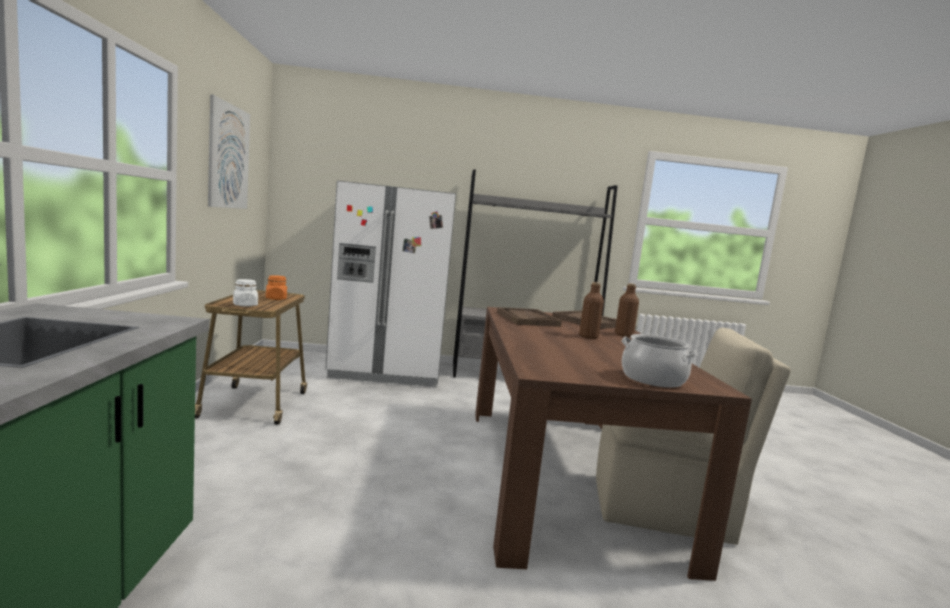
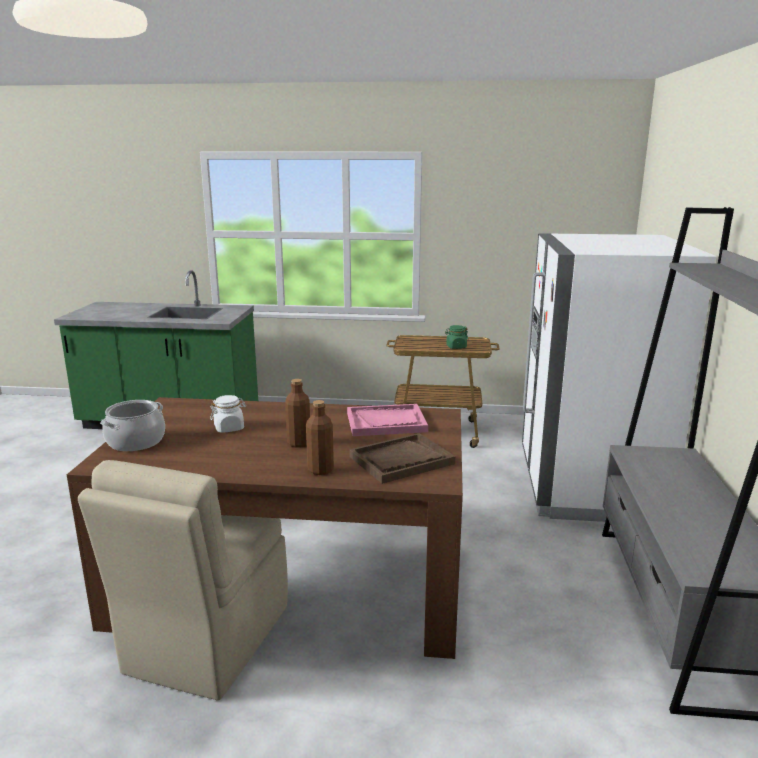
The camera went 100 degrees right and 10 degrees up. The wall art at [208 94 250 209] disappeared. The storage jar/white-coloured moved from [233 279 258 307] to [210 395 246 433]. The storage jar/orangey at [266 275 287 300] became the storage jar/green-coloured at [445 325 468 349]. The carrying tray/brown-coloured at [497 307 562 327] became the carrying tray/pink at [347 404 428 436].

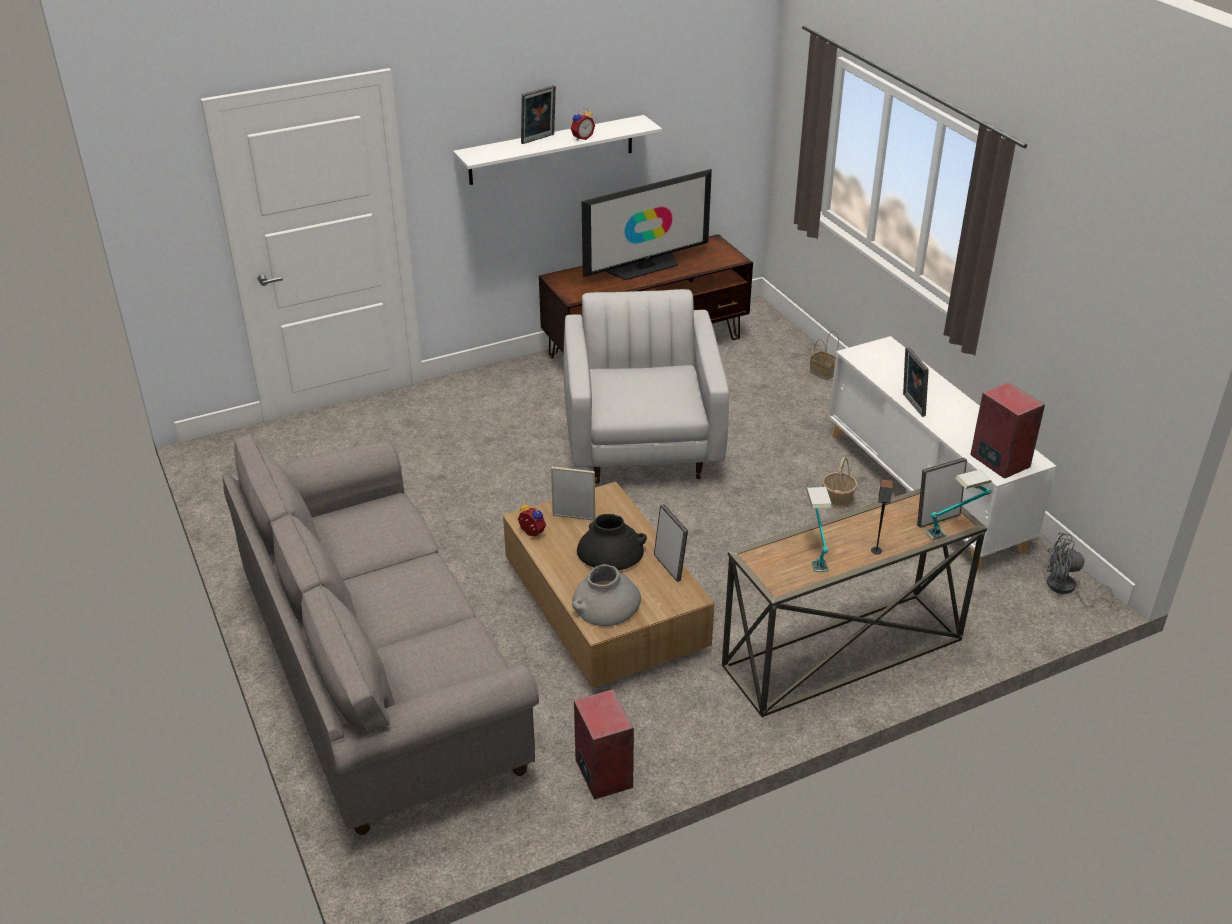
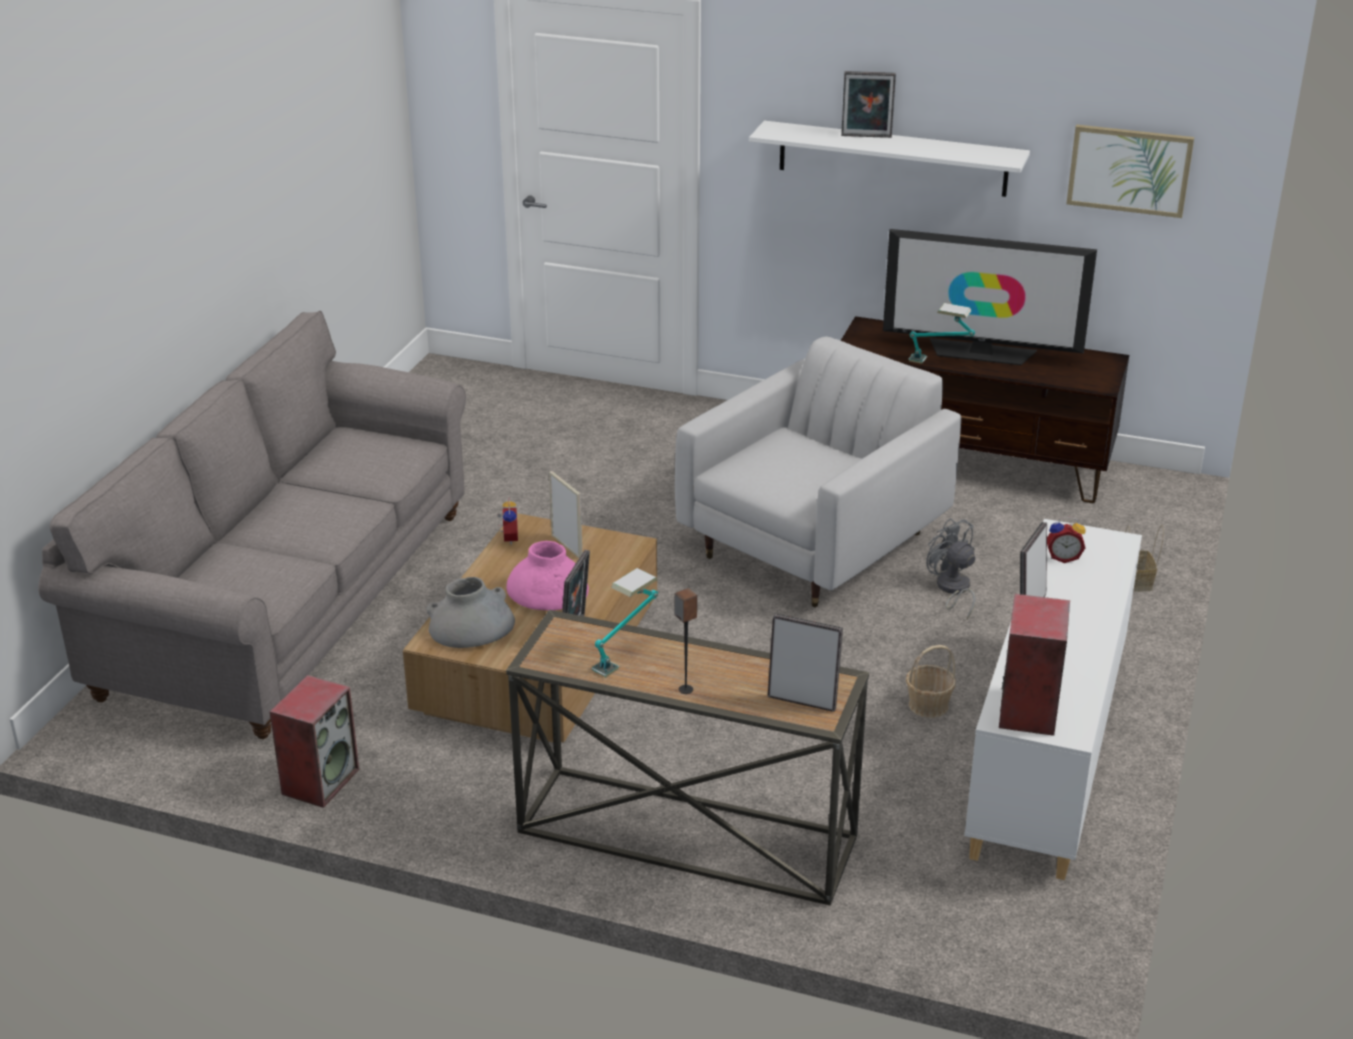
The camera went 45 degrees right and 5 degrees down. The wall art at [1067 125 1194 218] appeared. The alarm clock moved from [571 107 595 141] to [1047 517 1086 563]. The table lamp moved from [926 469 992 540] to [909 303 975 364]. The electric fan/gray moved from [1047 533 1114 607] to [926 518 975 619]. The flower vase/black-coloured at [577 514 647 570] became the flower vase/pink at [507 541 589 610].

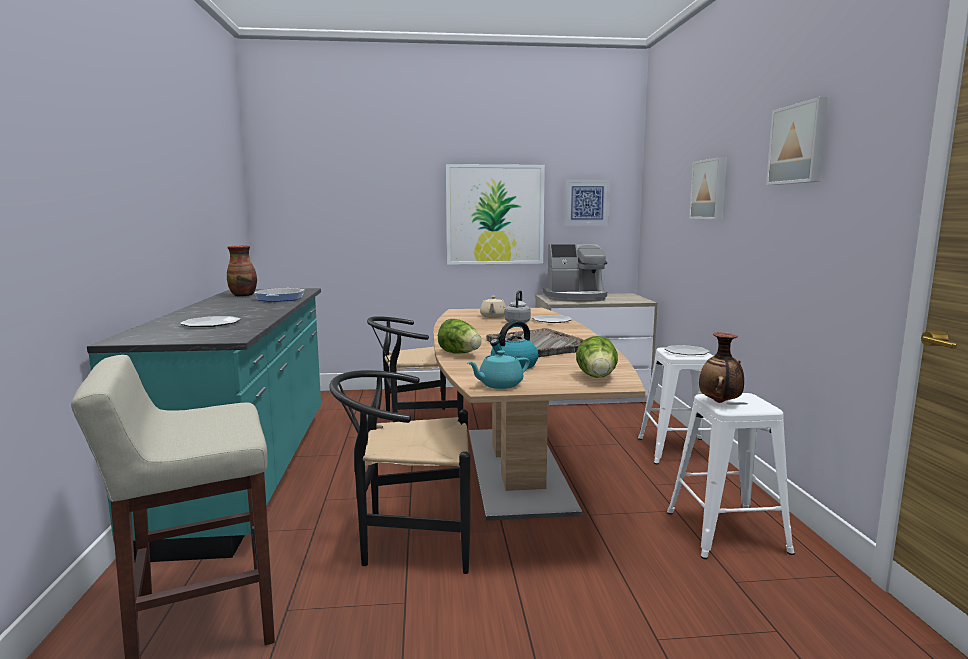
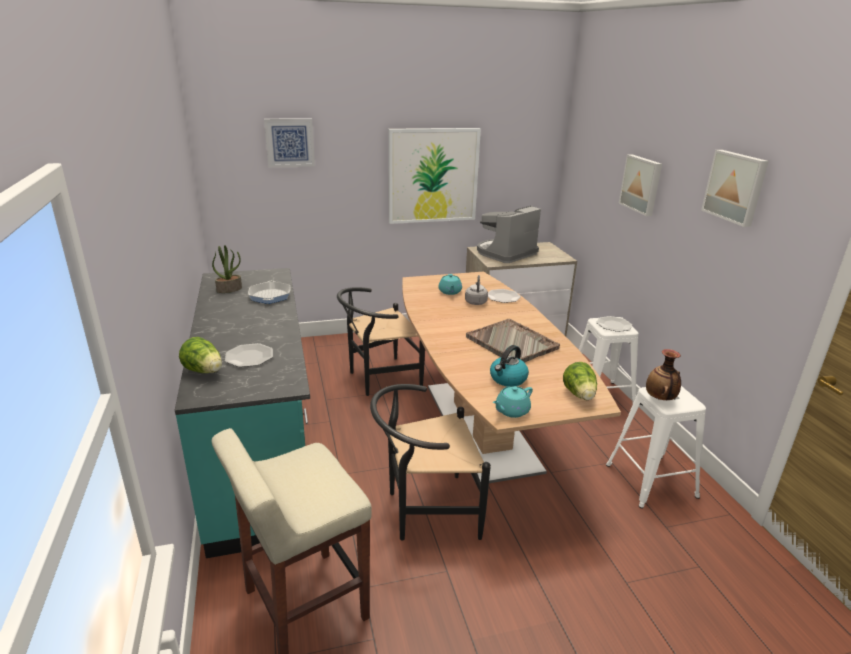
The camera went 10 degrees left and 15 degrees up. The lettuce head moved from [438 319 482 354] to [179 337 222 373]. The wall art moved from [564 180 610 226] to [264 118 315 168]. The flower vase at [227 245 257 296] was replaced by the potted plant at [212 245 242 293]. The teapot/sand-coloured at [480 296 506 318] became the teapot/turquoise-coloured at [438 274 462 295]. The coffee machine at [543 244 607 302] turned 150 degrees clockwise.

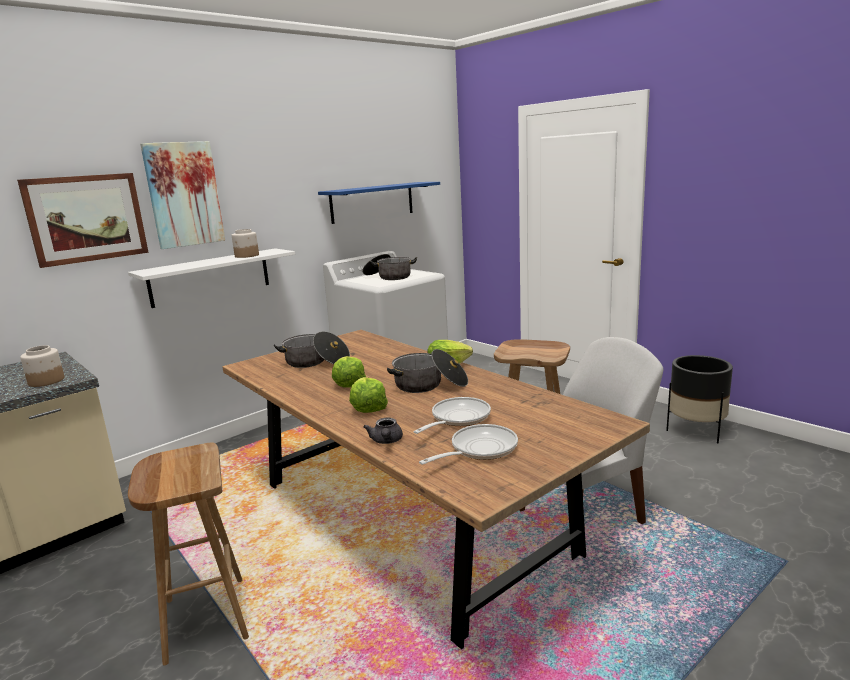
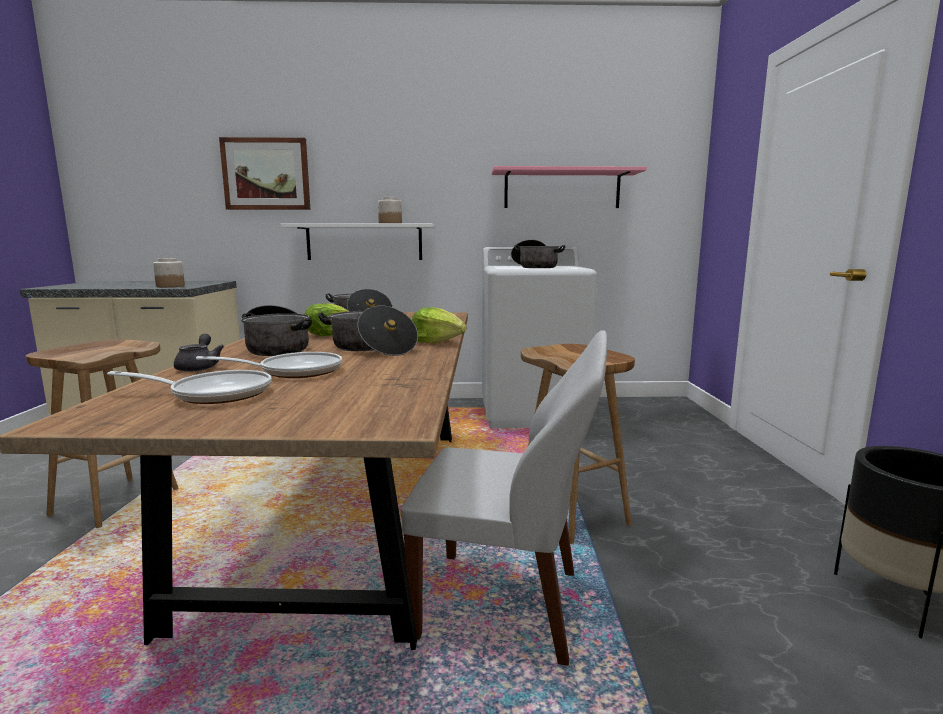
The camera went 40 degrees right and 5 degrees down. The wall art at [140 141 225 249] disappeared. The lettuce head at [349 377 388 413] was replaced by the cooking pot at [241 305 312 356]. The shelf/bluish at [318 182 440 224] became the shelf/pink at [492 166 647 208]. The teapot/gray at [364 418 403 444] turned 135 degrees clockwise.

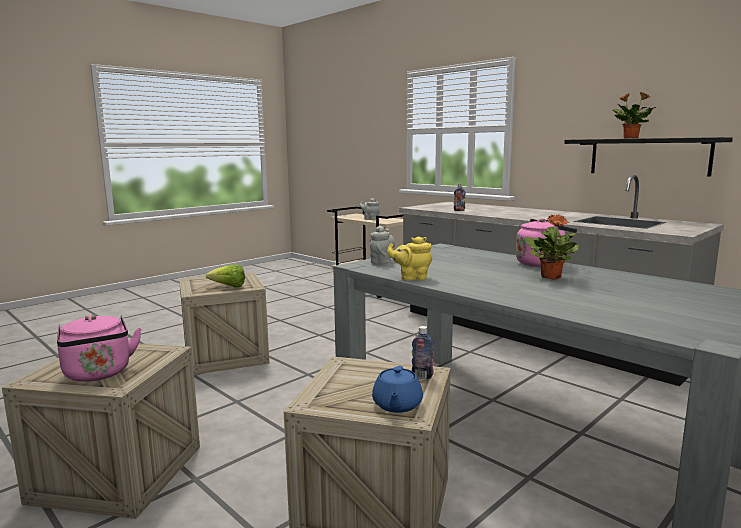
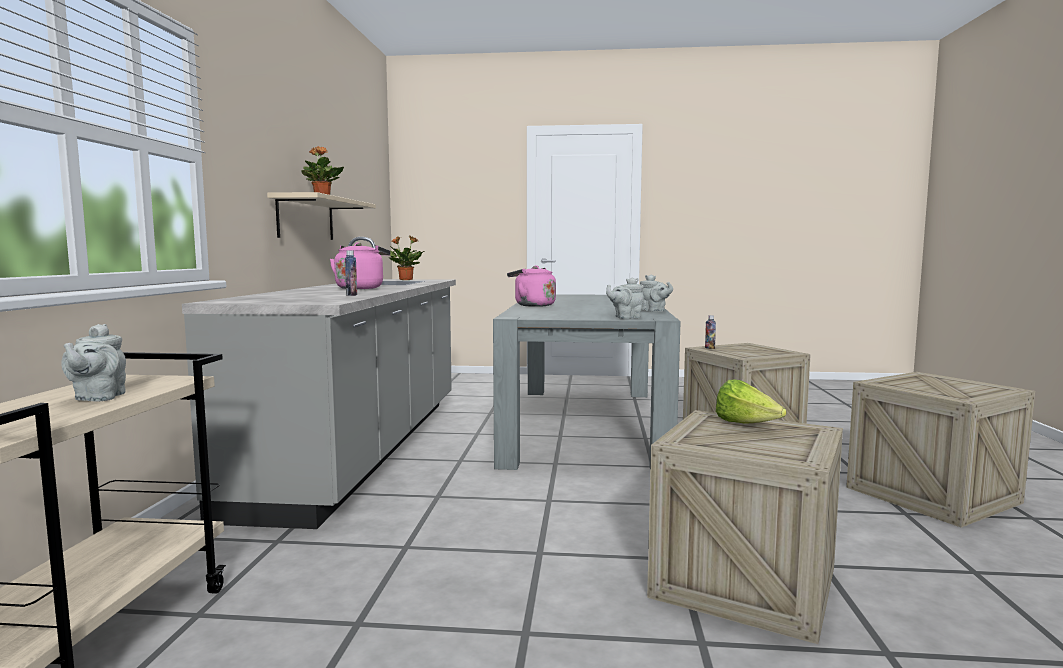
The camera went 130 degrees left and 5 degrees down. The teapot/bluish at [372 366 423 413] disappeared. The kettle/pink moved from [57 314 142 382] to [330 242 391 289]. The potted plant moved from [526 214 579 280] to [389 235 425 280]. The teapot/yellow at [387 236 432 281] became the teapot/gray at [640 275 673 312]. The shelf/black-coloured at [564 137 733 177] became the shelf/sand-coloured at [267 192 376 240].

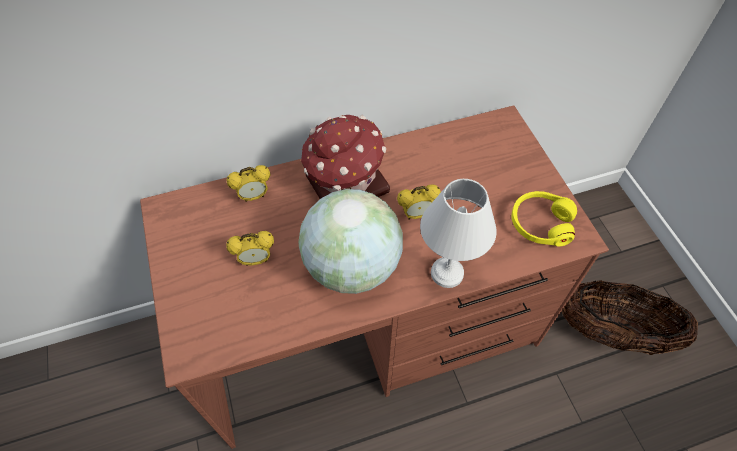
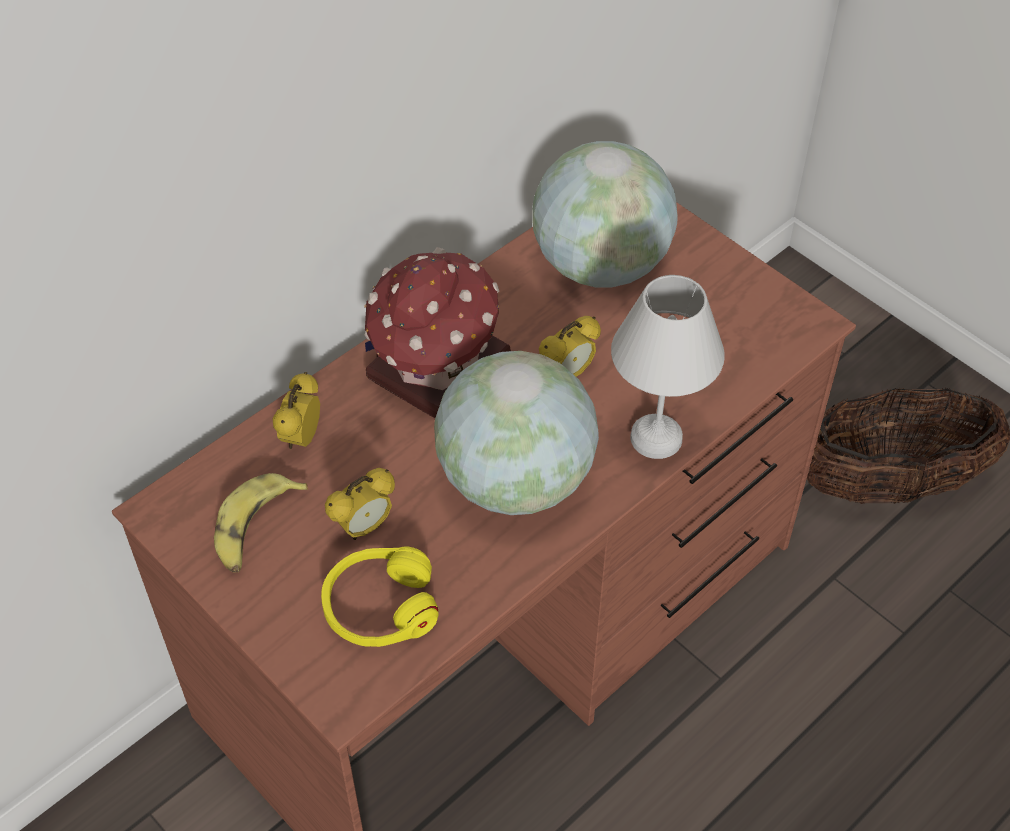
The camera went 25 degrees left and 5 degrees down. The whole banana at [214 473 308 572] appeared. The desk globe at [533 141 677 288] appeared. The headphones/yellow moved from [511 191 577 246] to [321 546 439 647]. The alarm clock at [227 165 270 202] turned 150 degrees clockwise.

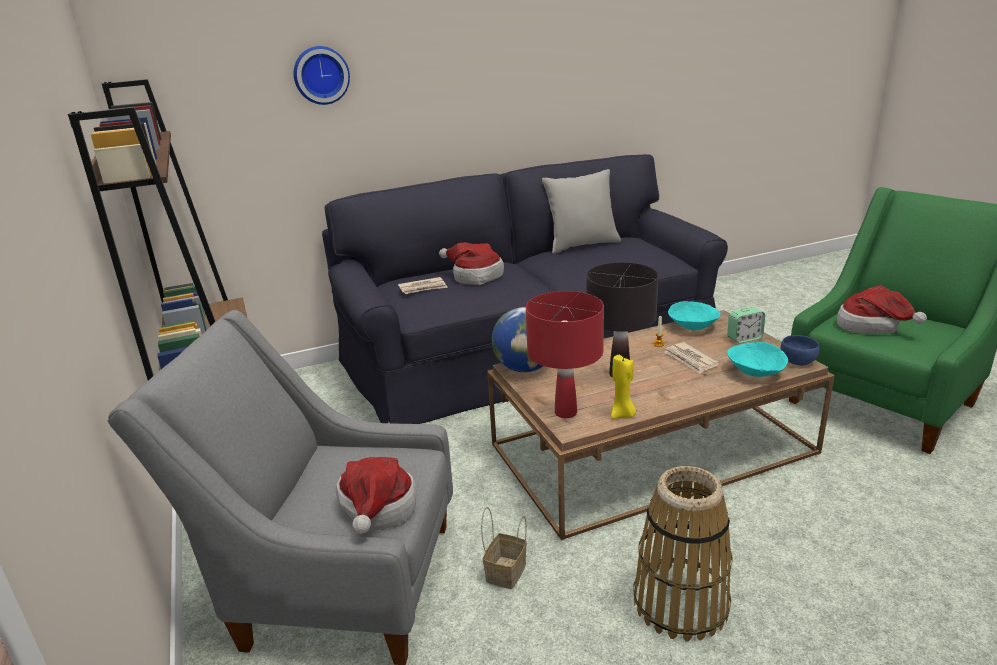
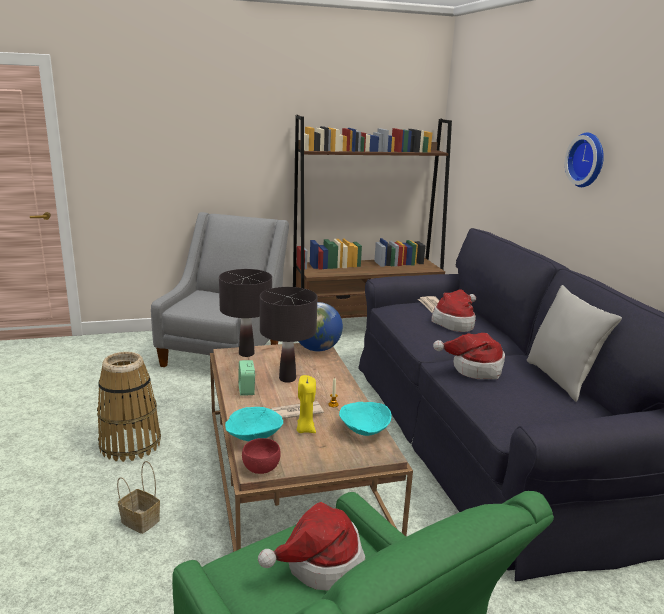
The camera went 95 degrees right and 5 degrees down. The clock on the wall moved from [294 46 350 105] to [565 133 604 187]. The clothing hat moved from [336 457 417 534] to [433 333 505 379]. The basket moved from [481 507 527 589] to [117 461 160 534]. The candle/yellow moved from [611 354 636 419] to [297 375 316 433]. The alarm clock moved from [727 307 765 343] to [238 360 255 396]. The table lamp/red-coloured at [526 291 604 418] became the table lamp/black-coloured at [219 269 272 357]. The deep dish/bluish at [781 335 819 366] became the deep dish/red-coloured at [242 438 281 474].

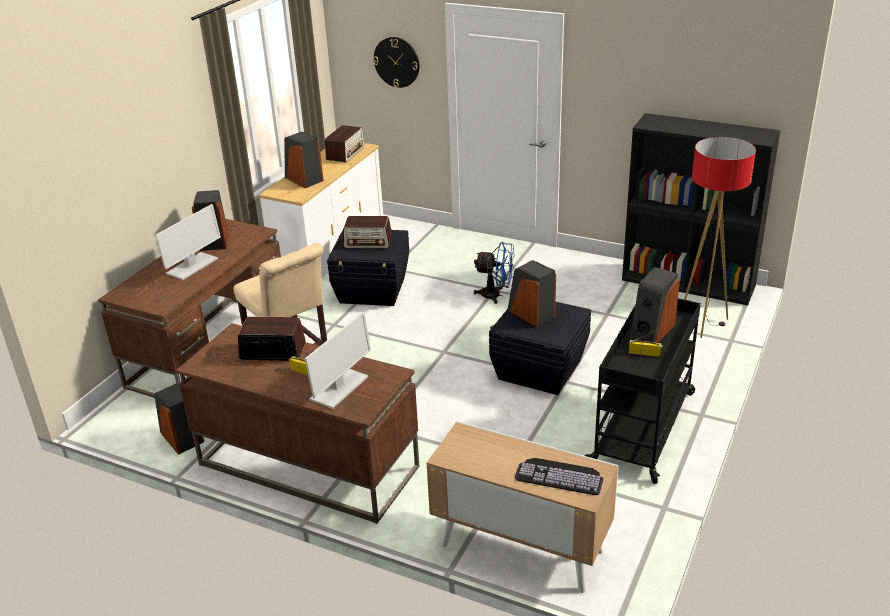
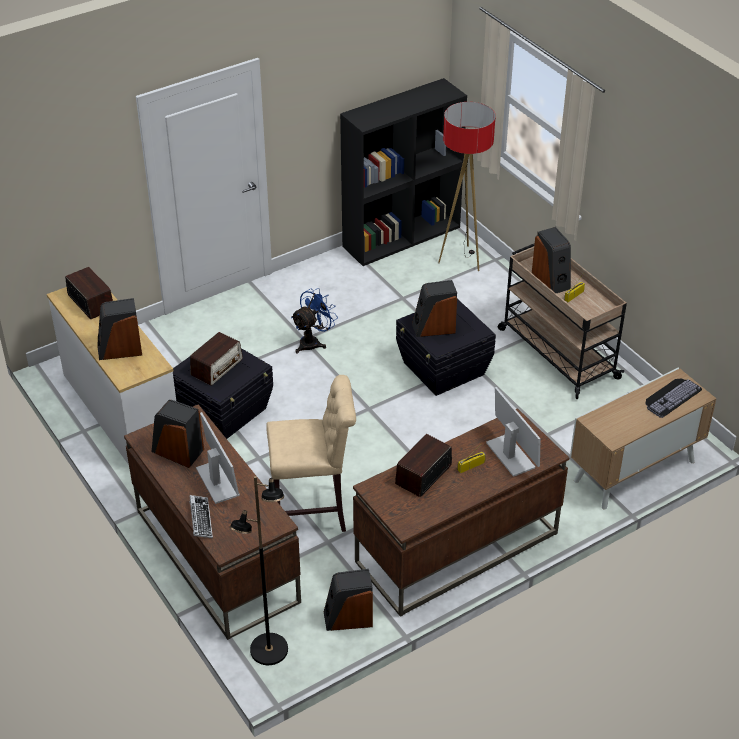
The camera went 60 degrees left and 10 degrees up. The clock on the wall at [373 37 419 88] disappeared. The keyboard at [189 495 213 538] appeared. The standard lamp/black-coloured at [230 476 288 665] appeared. The trolley/black-coloured at [584 298 701 484] became the trolley/sand-coloured at [498 243 627 399].

